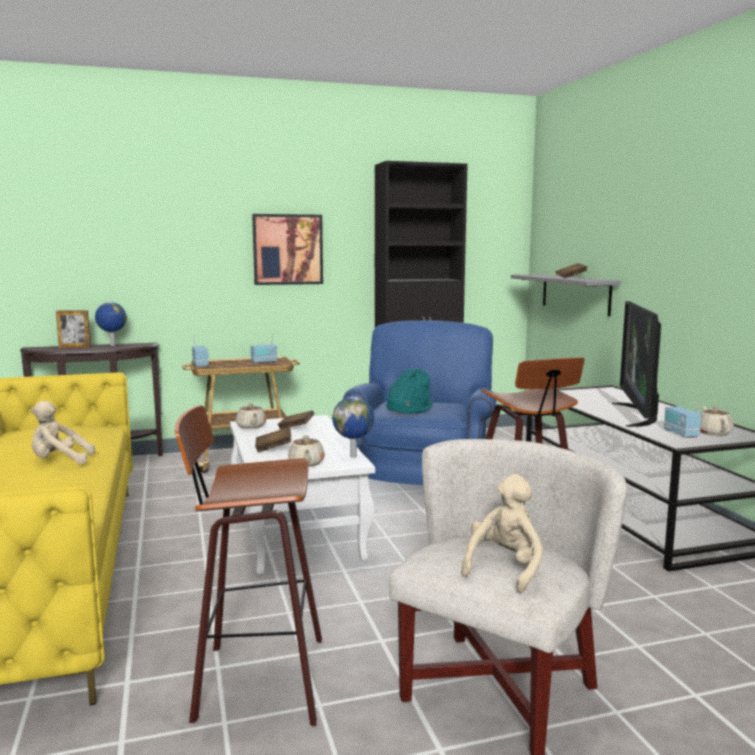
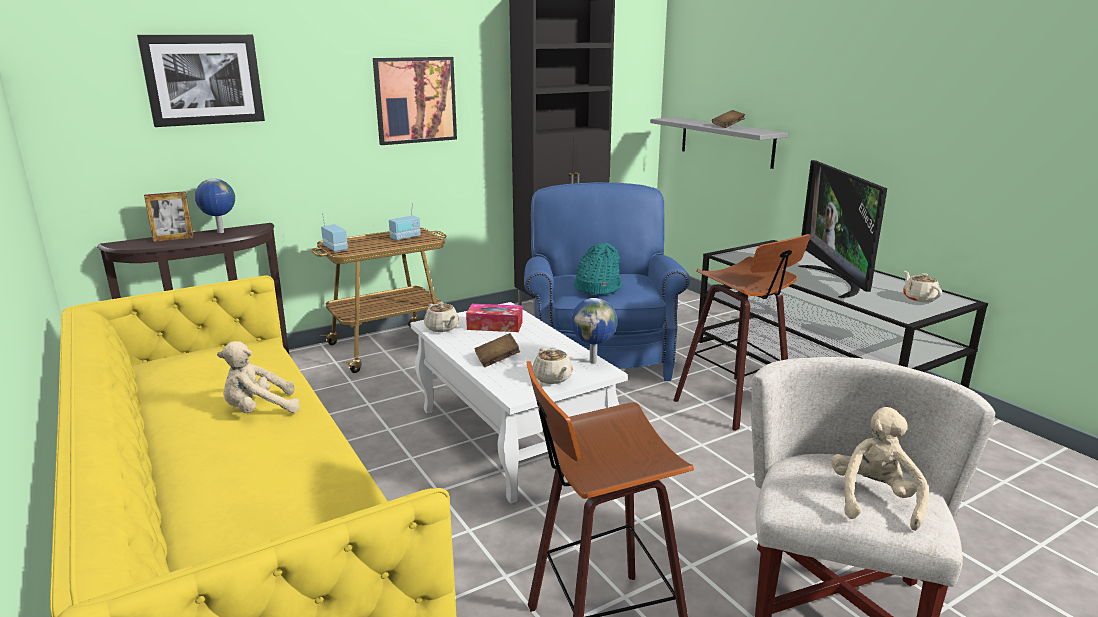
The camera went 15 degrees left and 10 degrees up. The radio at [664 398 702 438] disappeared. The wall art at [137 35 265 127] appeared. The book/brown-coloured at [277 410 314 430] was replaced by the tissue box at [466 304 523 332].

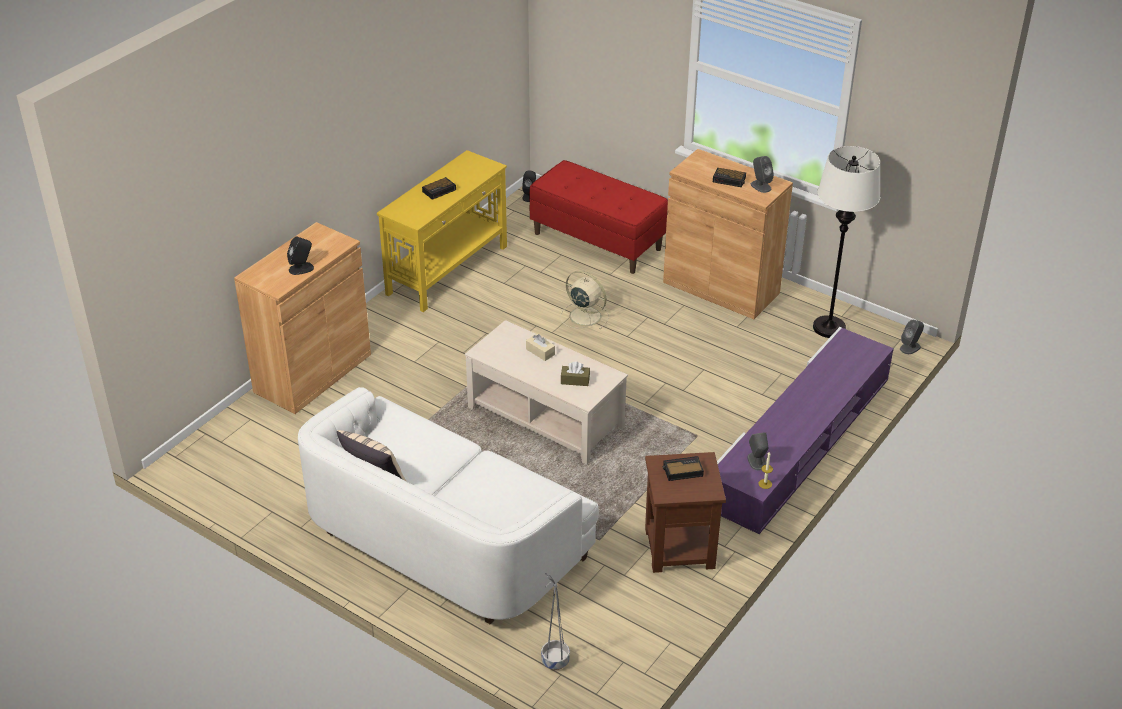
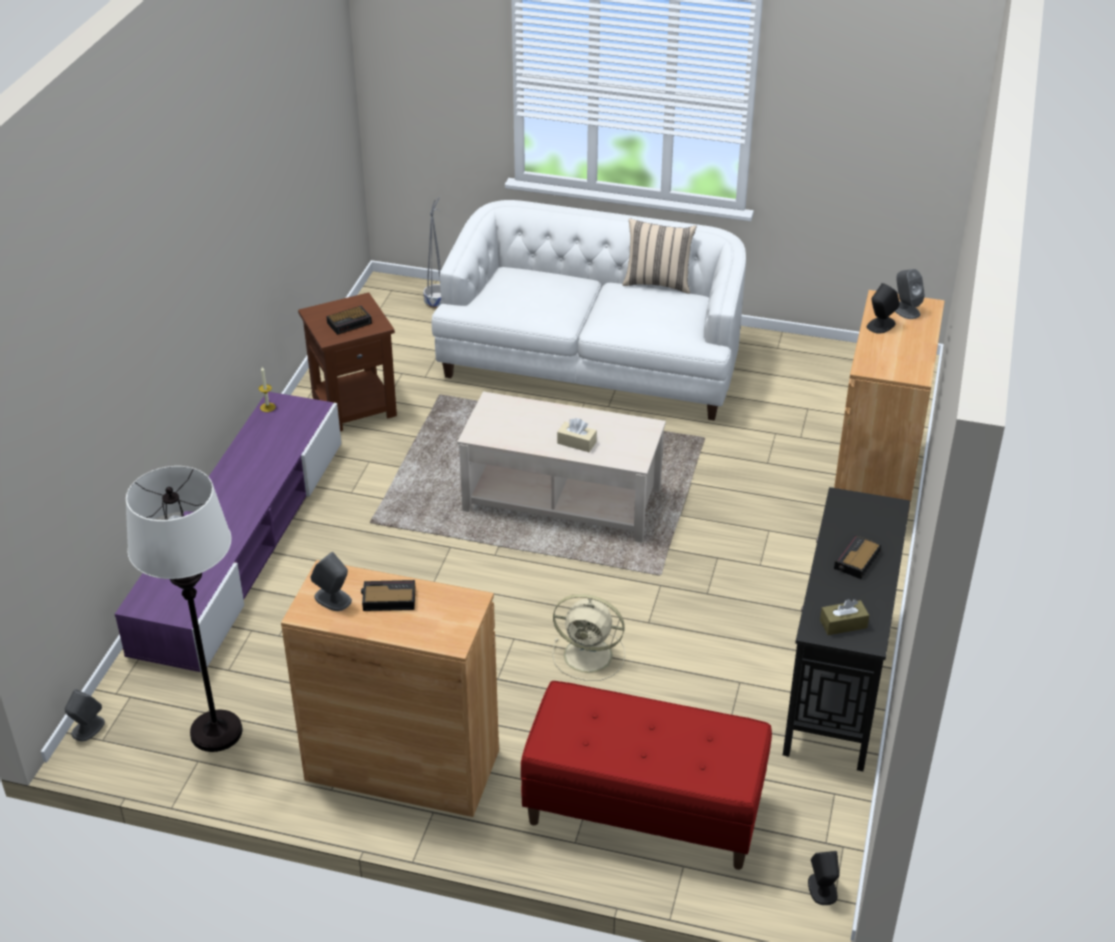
The camera went 160 degrees right and 0 degrees up. The tissue box/brown-coloured moved from [561 361 590 386] to [820 599 869 635]. The speaker/gray moved from [748 432 768 470] to [895 269 925 319]. The narrow table/yellow at [377 150 507 312] became the narrow table/black-coloured at [783 487 910 771].

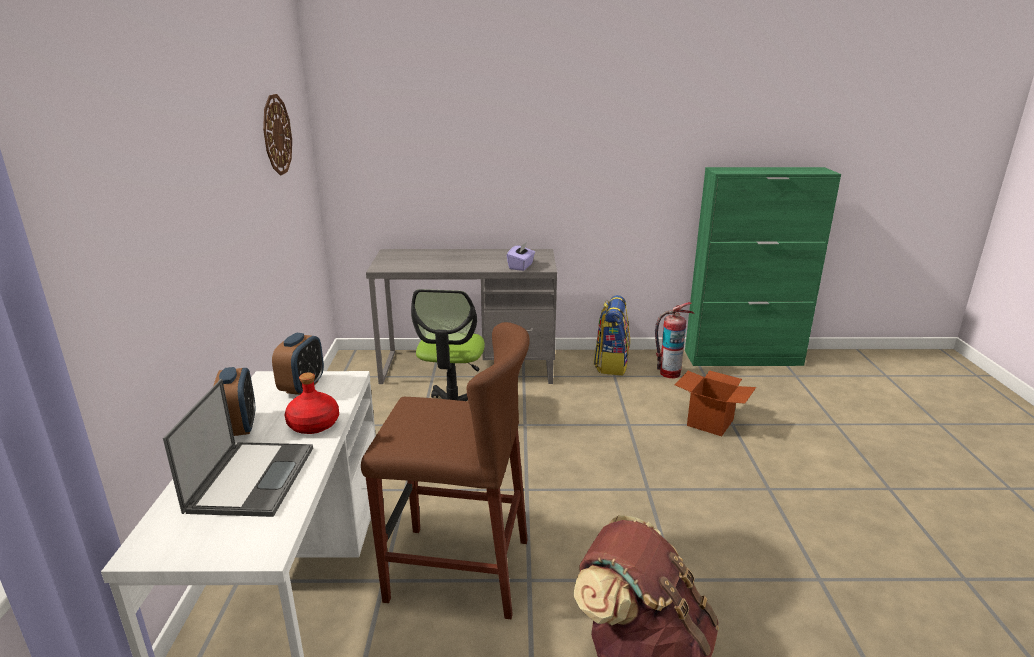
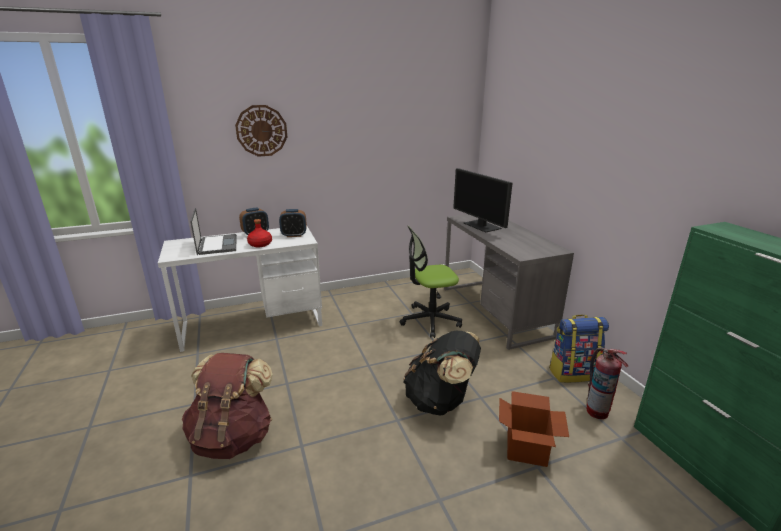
The camera went 70 degrees right and 0 degrees up. The stool seat/brown-coloured at [361 322 530 619] disappeared. The tissue box/purple at [507 242 535 271] disappeared. The backpack/black-coloured at [403 331 481 415] appeared. The computer screen at [453 168 512 233] appeared. The clock on the wall moved from [263 94 292 176] to [235 105 287 157]. The notebook computer at [163 379 313 517] turned 90 degrees counterclockwise.

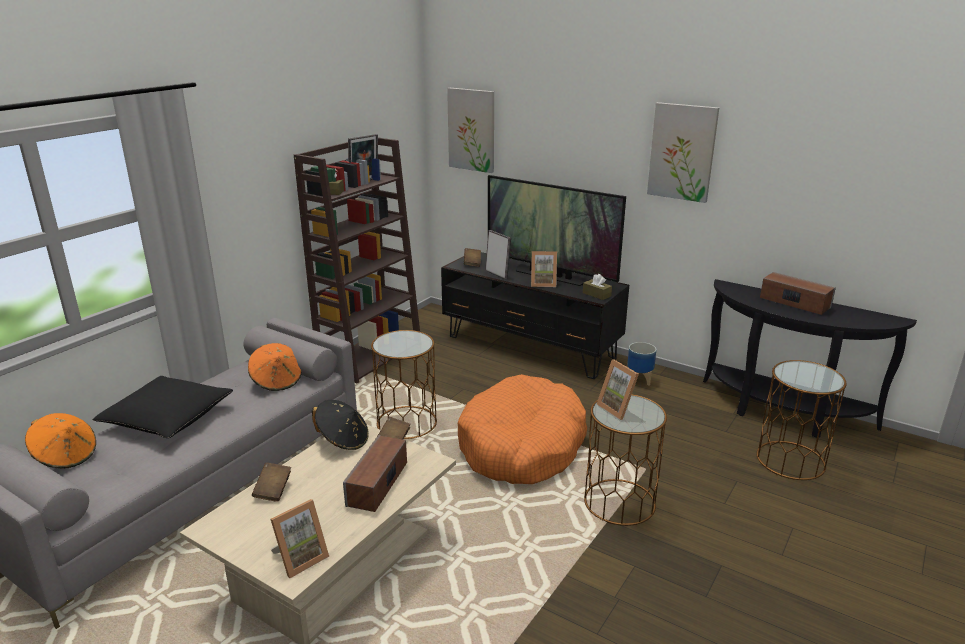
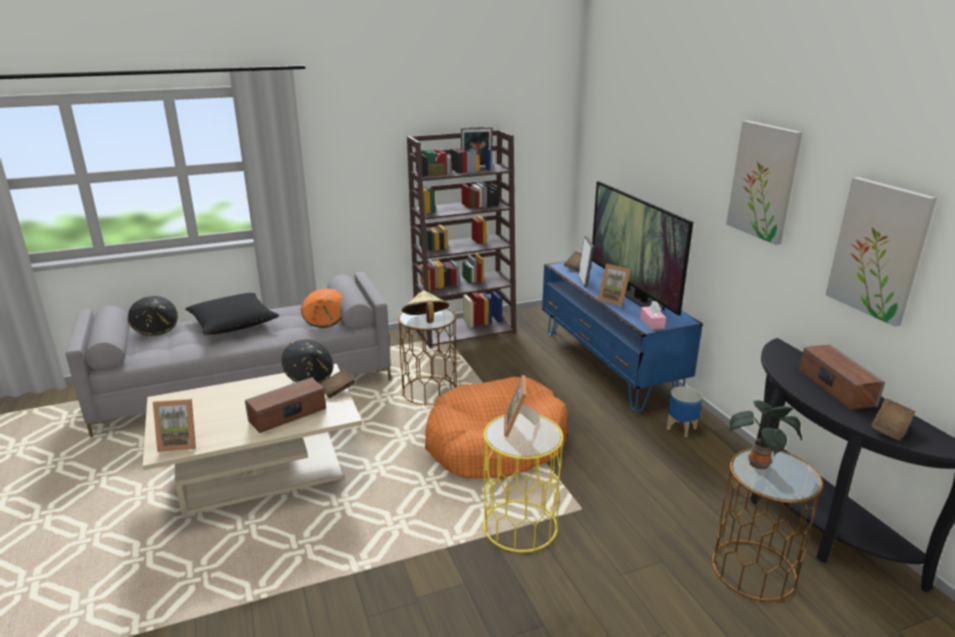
The camera went 35 degrees right and 0 degrees up. The clothing hat/sand-coloured at [402 290 449 323] appeared. The potted plant at [730 400 802 470] appeared. The book/brown-coloured moved from [252 463 291 502] to [870 399 916 441]. The wall art moved from [447 88 494 173] to [826 177 937 327]. The clothing hat/orangey at [25 413 96 468] became the clothing hat/black-coloured at [128 296 178 336]. The tv stand/black-coloured at [441 252 629 379] became the tv stand/bluish at [542 261 703 412]. The tissue box/brown-coloured at [583 274 612 300] became the tissue box/pink at [640 301 666 330]. The side table/brown-coloured at [584 394 667 526] became the side table/yellow at [483 413 563 552].

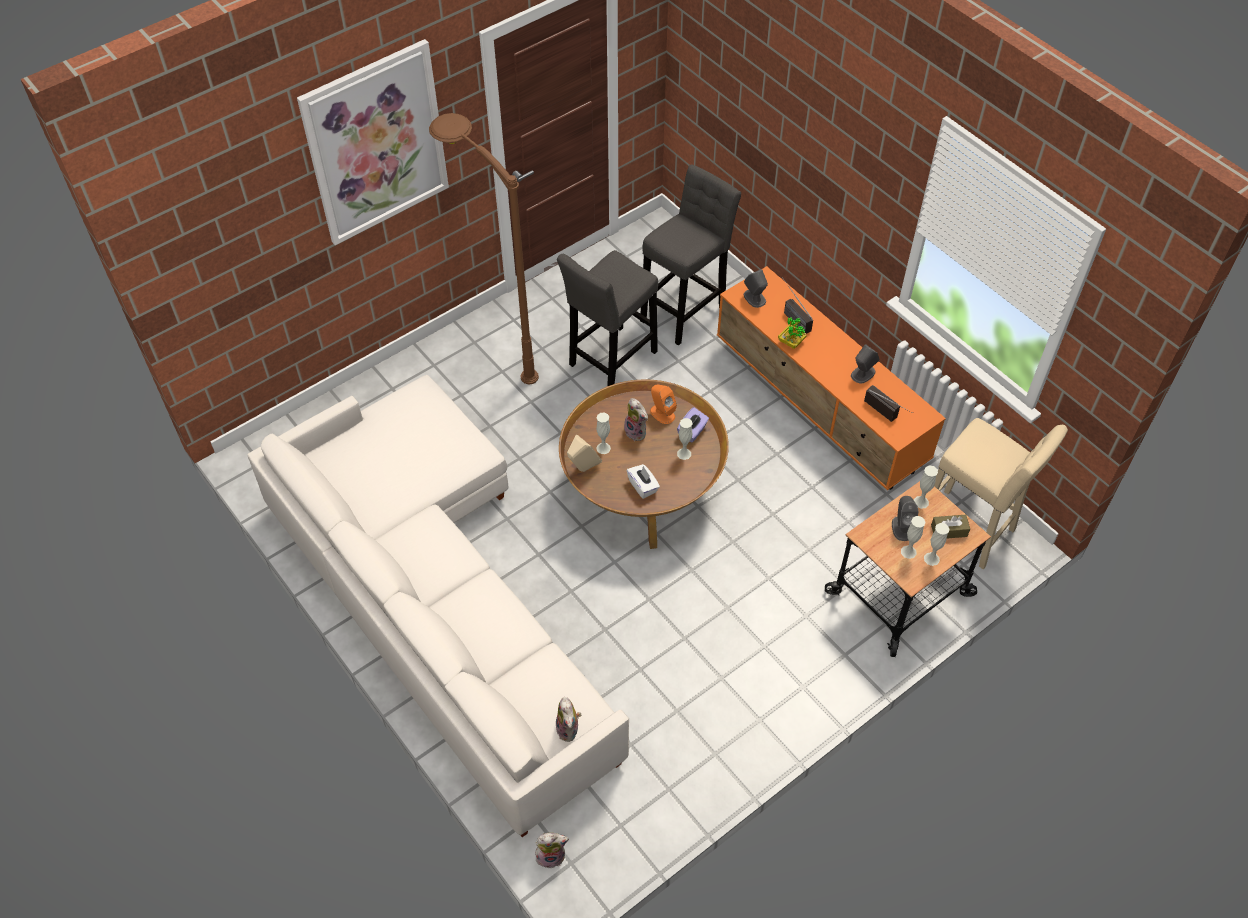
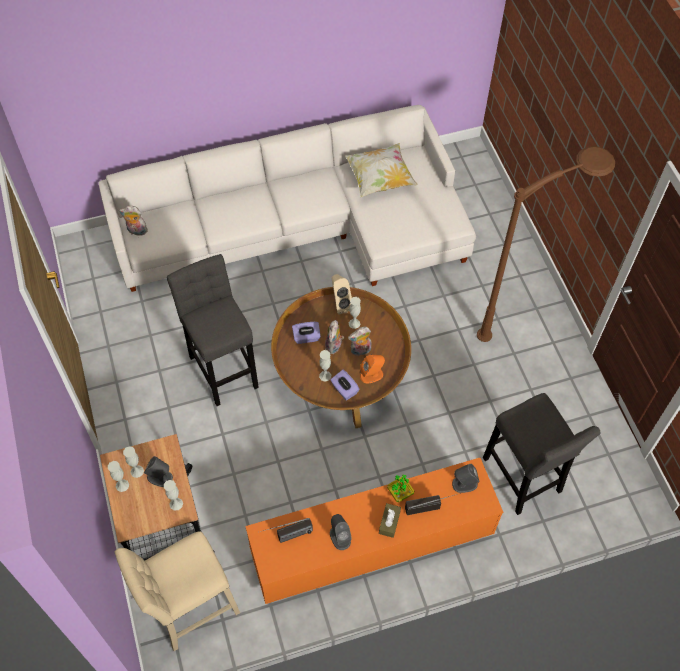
The camera went 110 degrees right and 5 degrees up. The wall art at [297 39 449 245] disappeared. The throw pillow at [345 143 418 197] appeared. The cuddly toy moved from [535 833 569 869] to [325 320 344 354]. The stool seat/gray moved from [557 250 658 386] to [167 254 259 406]. The tissue box/brown-coloured moved from [931 515 970 539] to [379 503 401 538]. The tissue box/white-coloured at [627 464 660 499] became the tissue box/purple at [292 322 321 344].

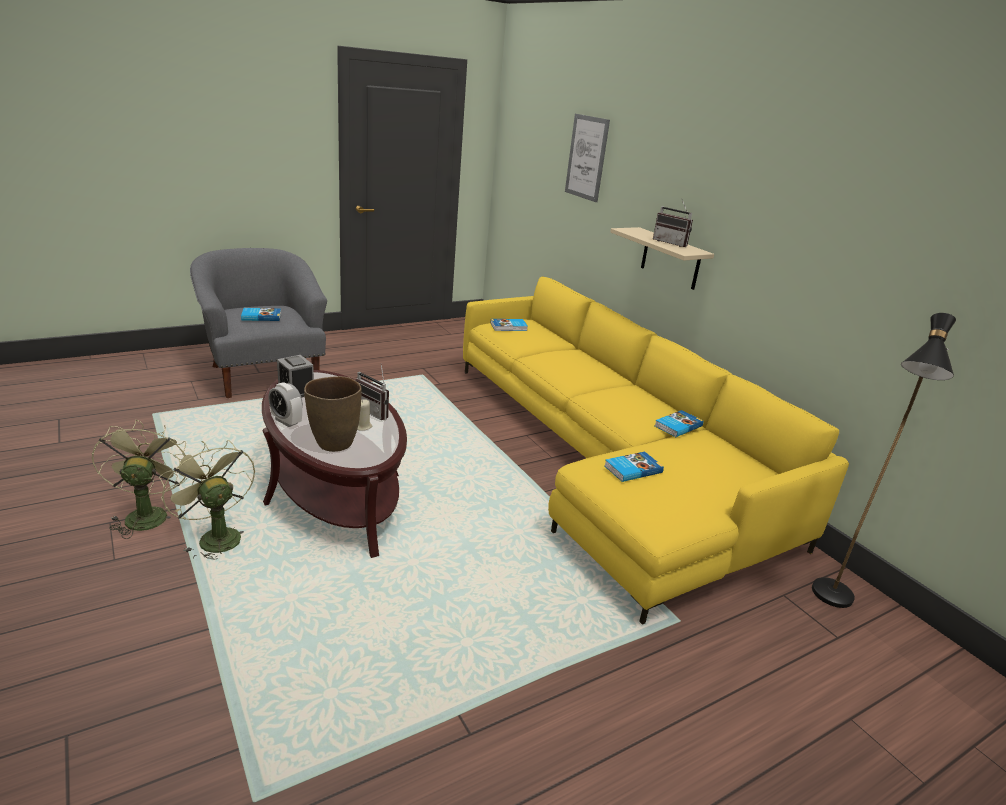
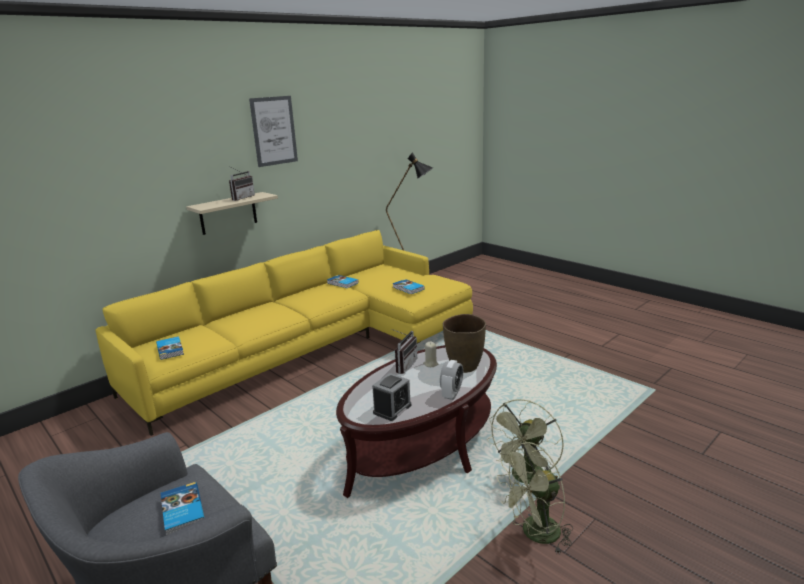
The camera went 100 degrees left and 5 degrees down. The wall art moved from [565 114 610 202] to [249 96 298 167].

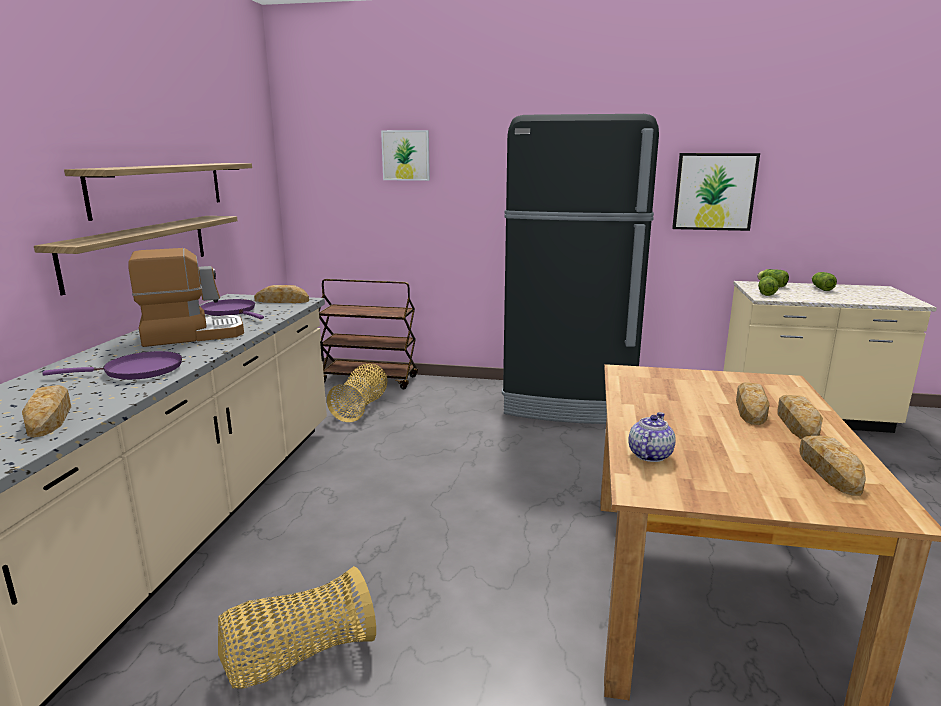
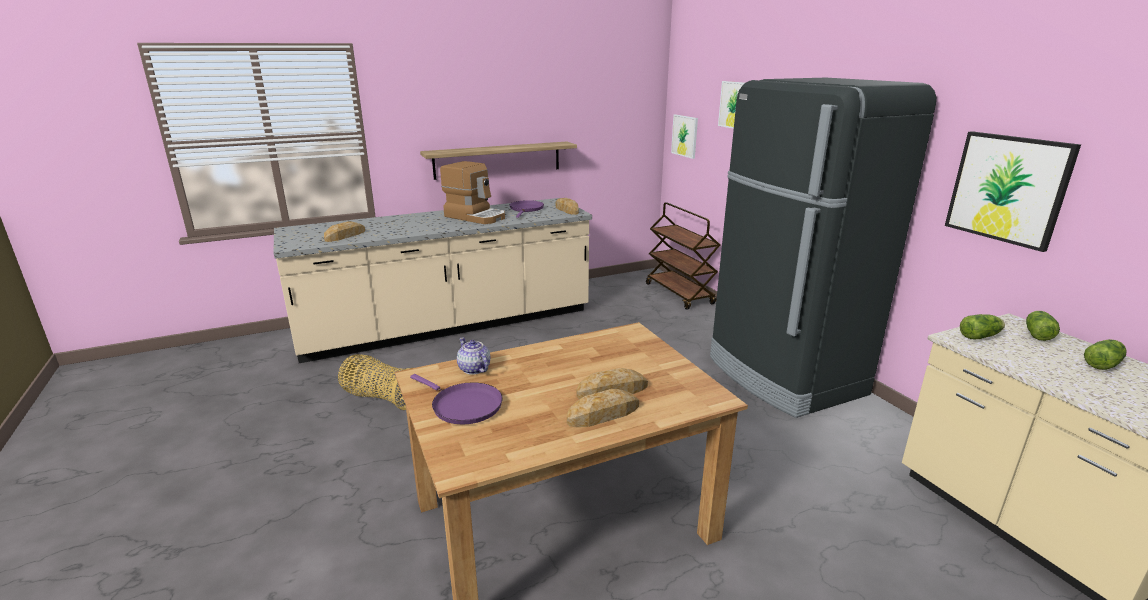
The camera went 55 degrees right and 5 degrees up. The shelf at [64 163 252 221] disappeared. The basket at [327 364 387 422] disappeared. The bakery bread at [800 436 866 496] disappeared. The wall art at [671 114 698 159] appeared. The pan/purple moved from [43 351 182 380] to [410 374 503 424]. The teapot at [628 412 676 462] turned 120 degrees counterclockwise.

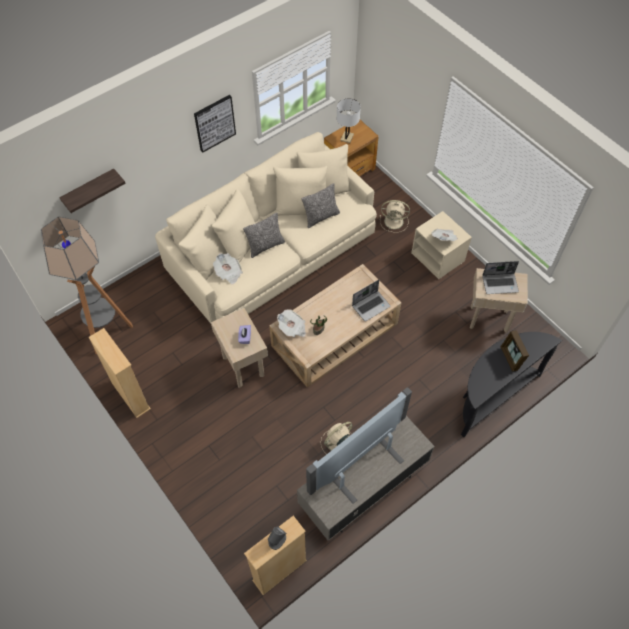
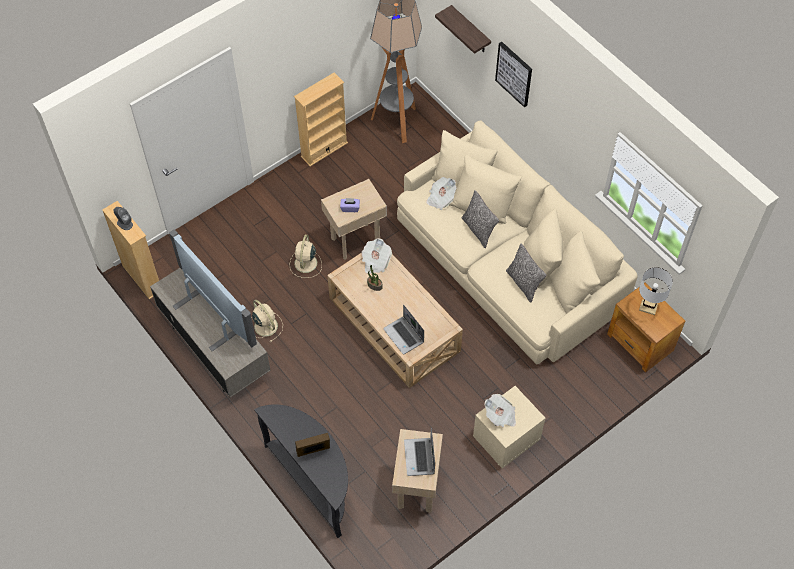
The camera went 90 degrees right and 0 degrees up. The wall art moved from [194 95 236 153] to [495 42 532 108]. The electric fan/sand-coloured moved from [380 200 410 233] to [290 235 322 278].

